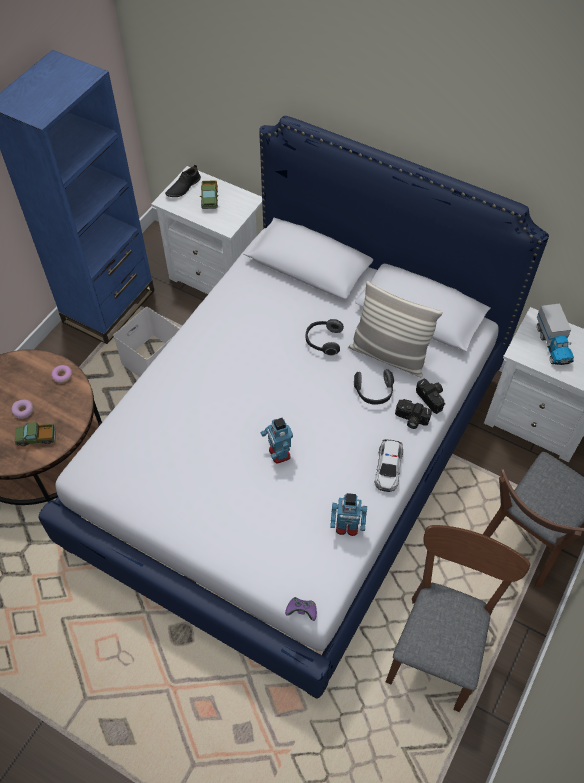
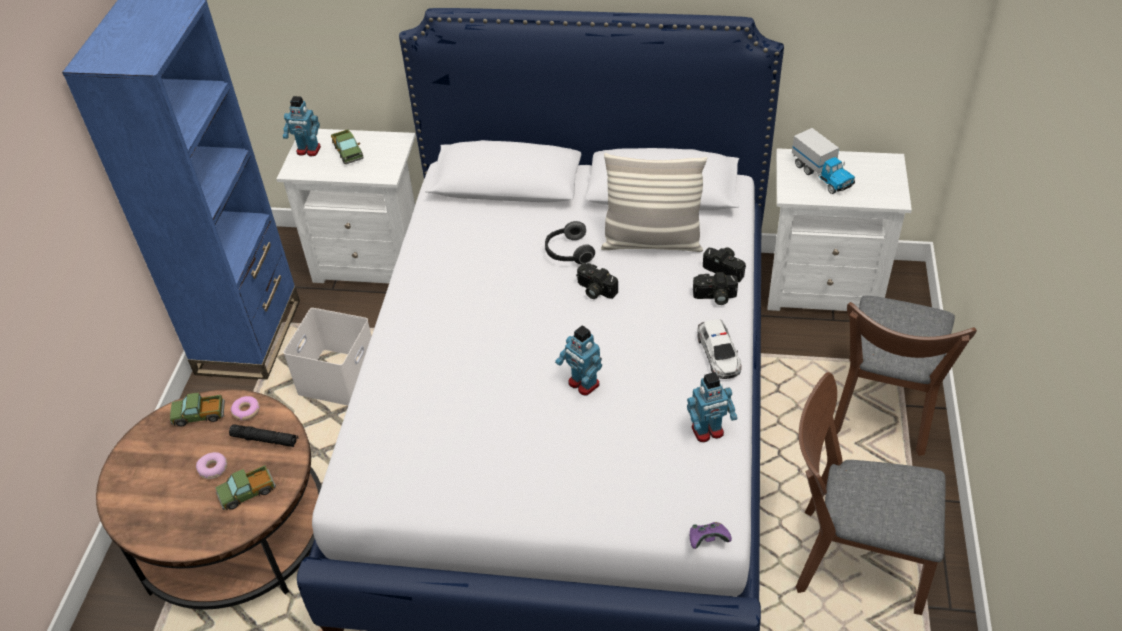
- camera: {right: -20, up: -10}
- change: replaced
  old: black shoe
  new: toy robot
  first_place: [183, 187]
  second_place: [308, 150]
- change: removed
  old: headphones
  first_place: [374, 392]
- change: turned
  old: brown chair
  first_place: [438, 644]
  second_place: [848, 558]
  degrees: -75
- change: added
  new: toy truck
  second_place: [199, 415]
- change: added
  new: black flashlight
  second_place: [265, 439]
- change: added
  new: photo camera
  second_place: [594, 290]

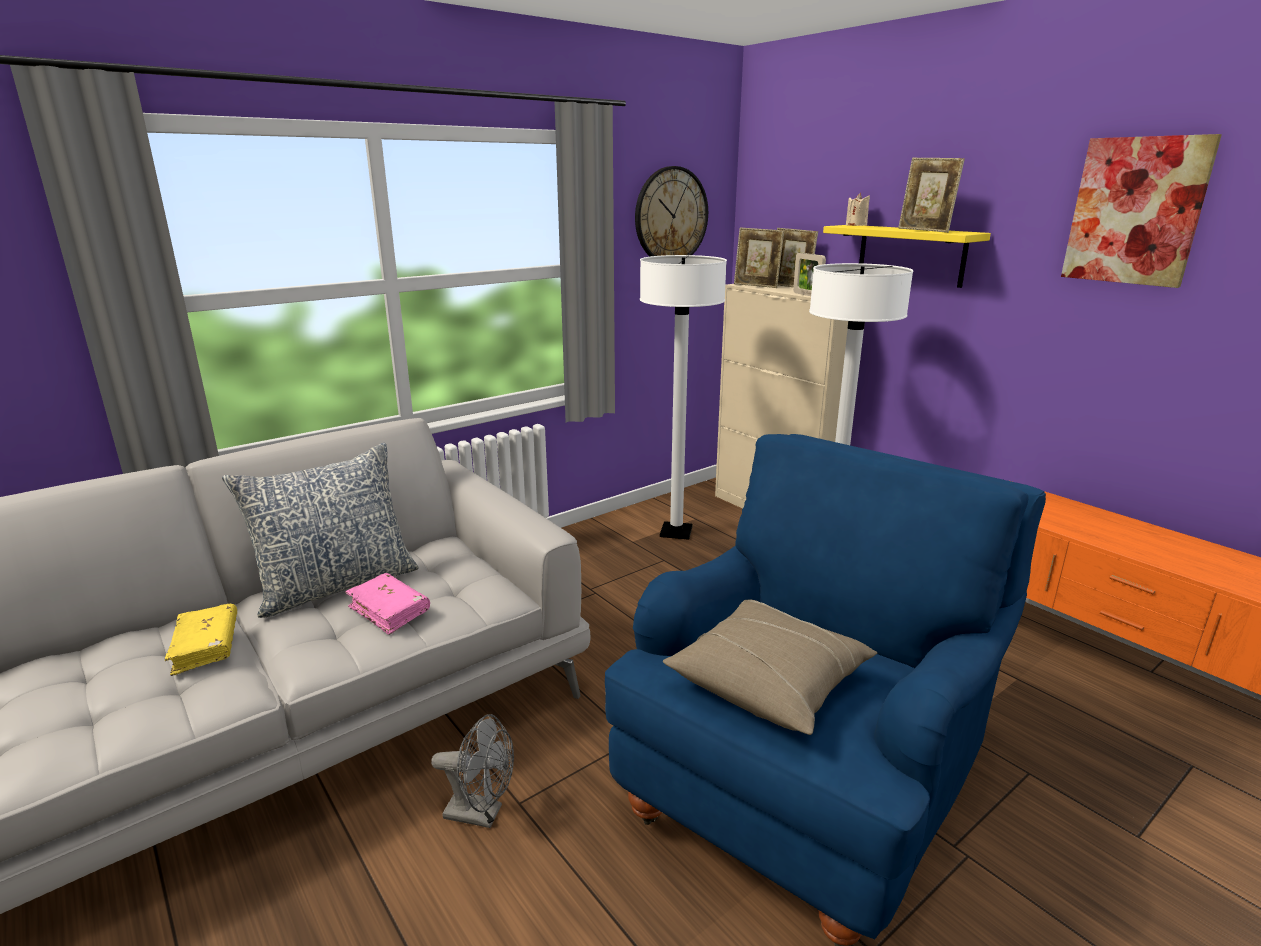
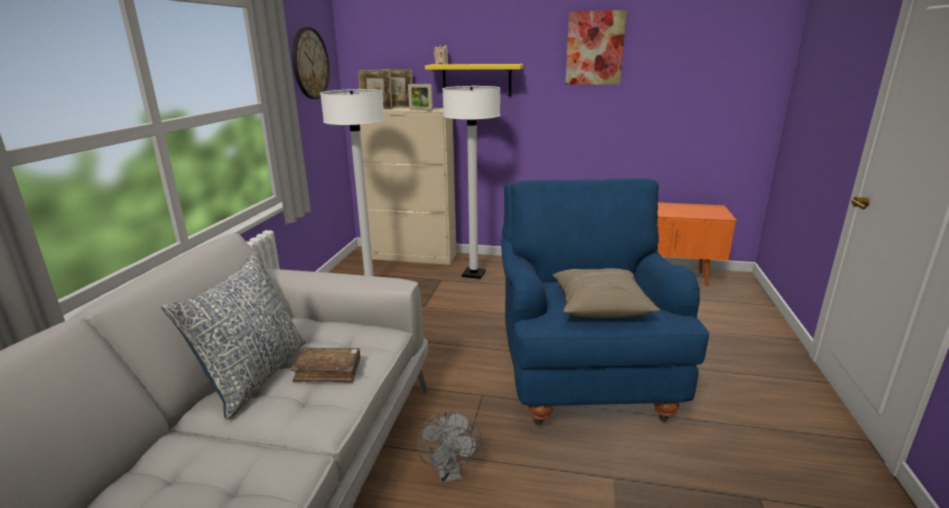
- camera: {right: -40, up: 0}
- change: removed
  old: yellow book
  first_place: [206, 647]
- change: recoloured
  old: pink book
  new: brown book
  first_place: [389, 611]
  second_place: [328, 371]
- change: turned
  old: grey fan
  first_place: [481, 813]
  second_place: [450, 474]
  degrees: 105
- change: removed
  old: picture frame
  first_place: [924, 230]

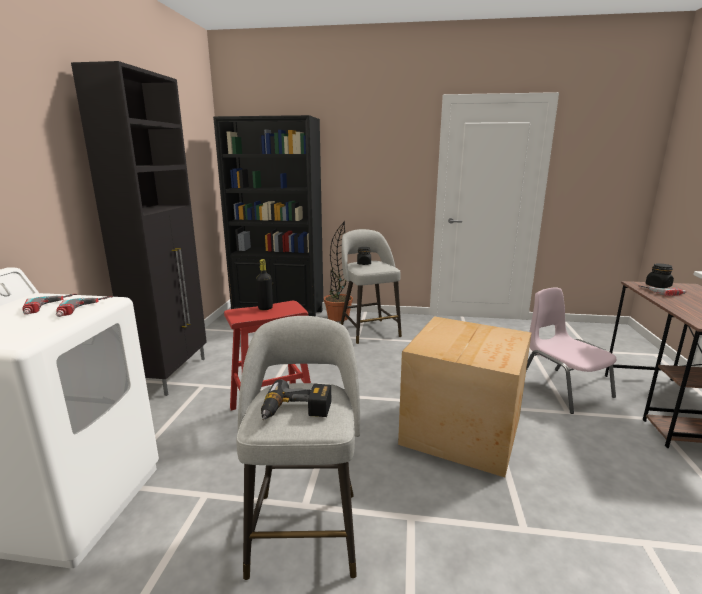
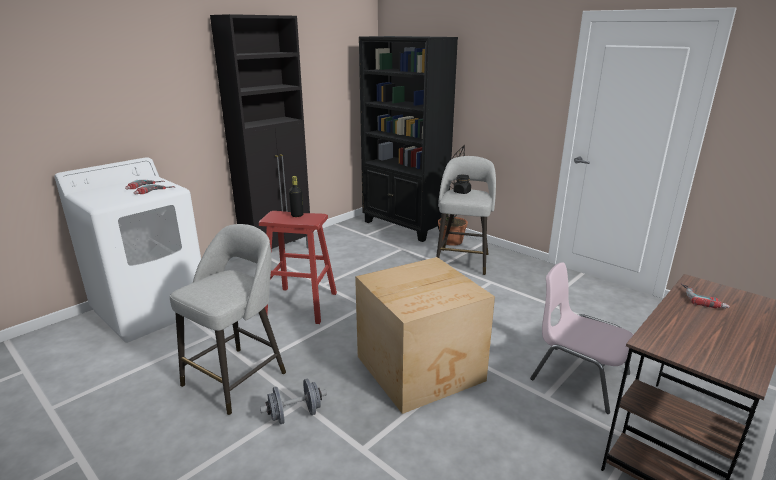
- camera: {right: 35, up: 5}
- change: removed
  old: power drill
  first_place: [296, 412]
- change: turned
  old: pink chair
  first_place: [563, 389]
  second_place: [578, 376]
  degrees: -60
- change: removed
  old: black jar
  first_place: [658, 286]
- change: added
  new: grey dumbbell
  second_place: [295, 414]

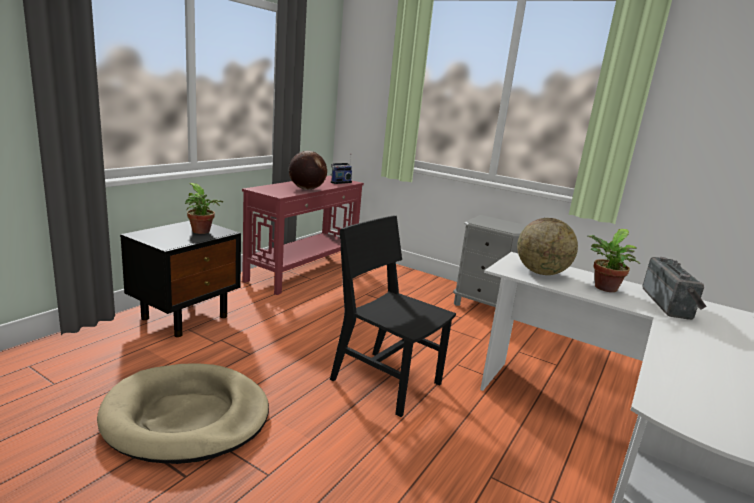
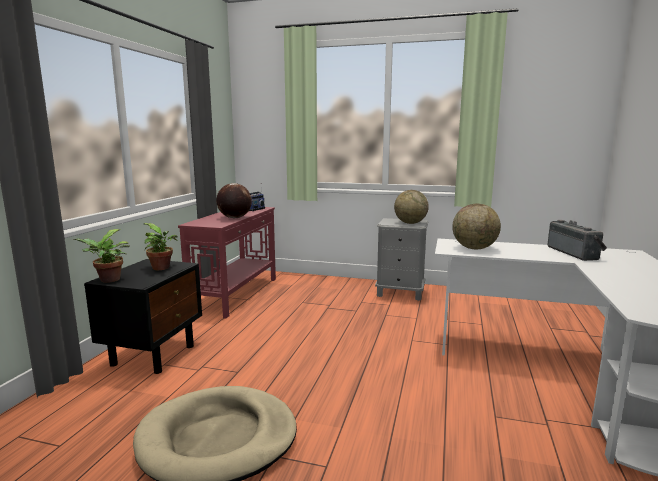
- camera: {right: -15, up: -5}
- change: removed
  old: black chair
  first_place: [386, 381]
- change: moved
  old: potted plant
  first_place: [604, 288]
  second_place: [107, 280]
- change: added
  new: globe
  second_place: [410, 223]

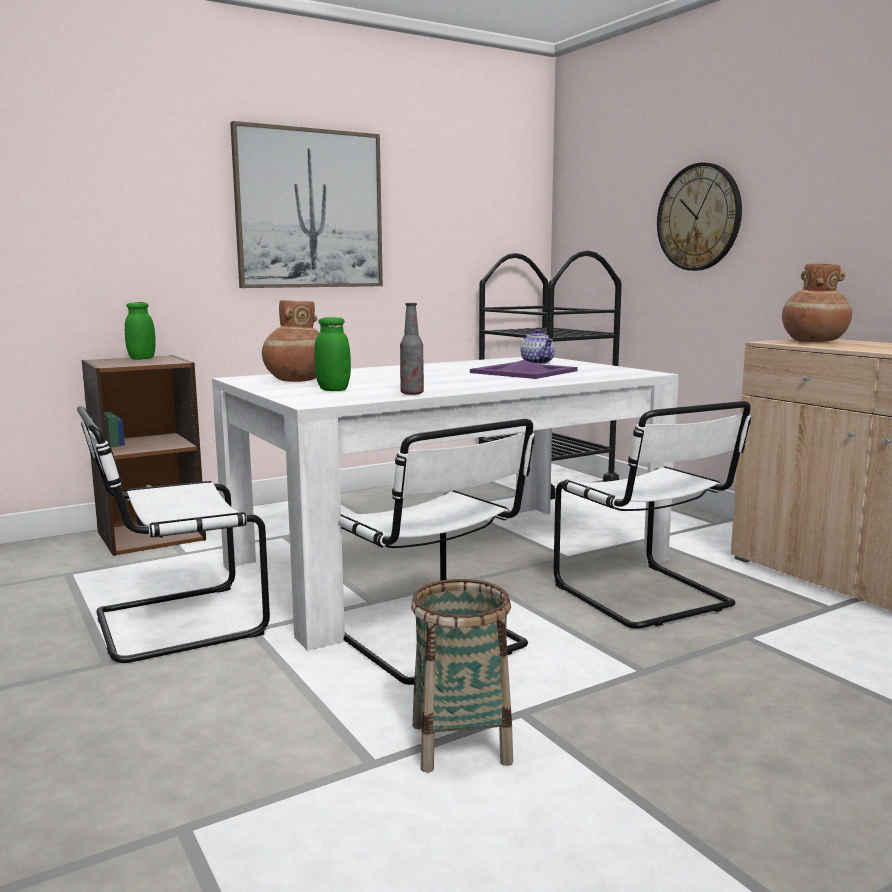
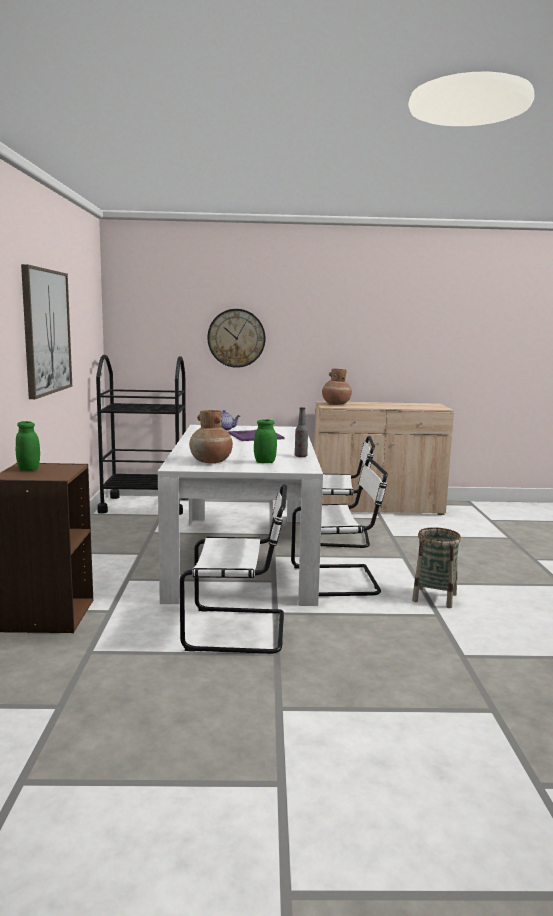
- camera: {right: -60, up: 0}
- change: turned
  old: white chair
  first_place: [172, 624]
  second_place: [240, 630]
  degrees: -90

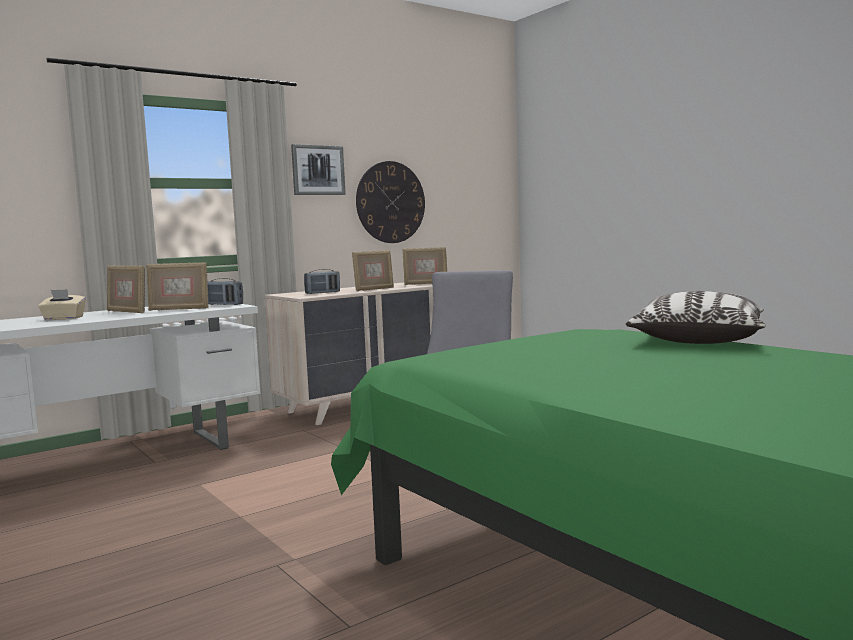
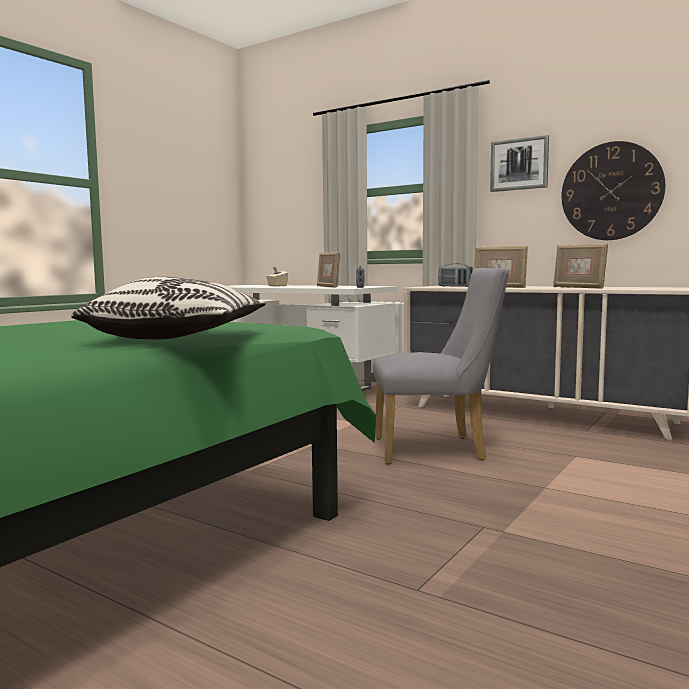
- camera: {right: 70, up: 0}
- change: removed
  old: picture frame
  first_place: [127, 312]

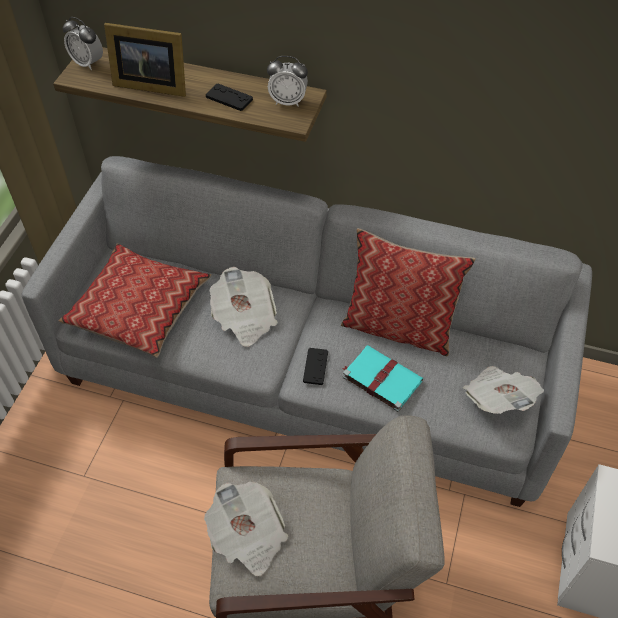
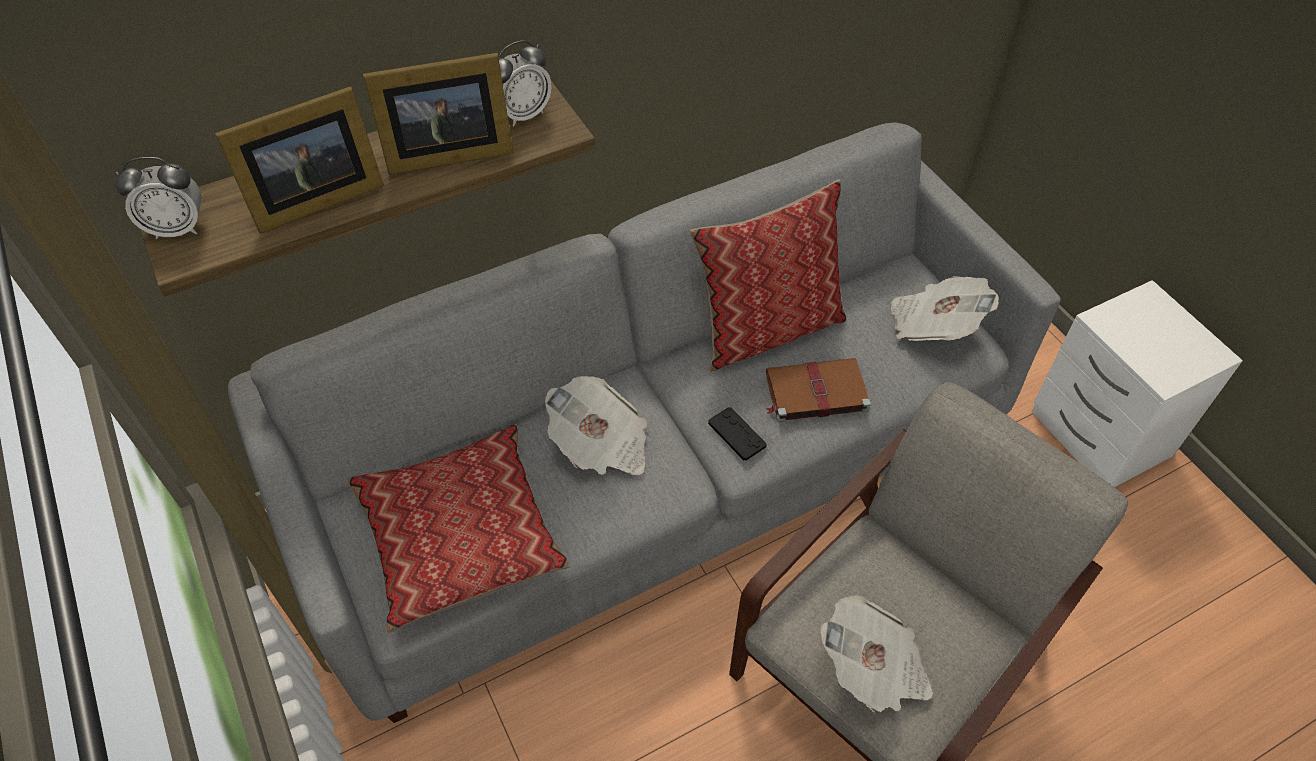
- camera: {right: -45, up: 0}
- change: replaced
  old: black game controller
  new: picture frame
  first_place: [229, 98]
  second_place: [445, 153]
- change: recoloured
  old: turquoise book
  new: brown book
  first_place: [381, 378]
  second_place: [814, 392]

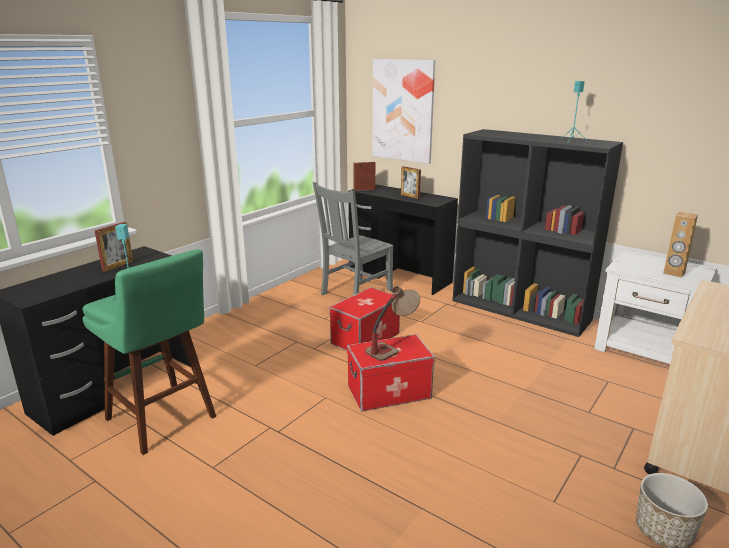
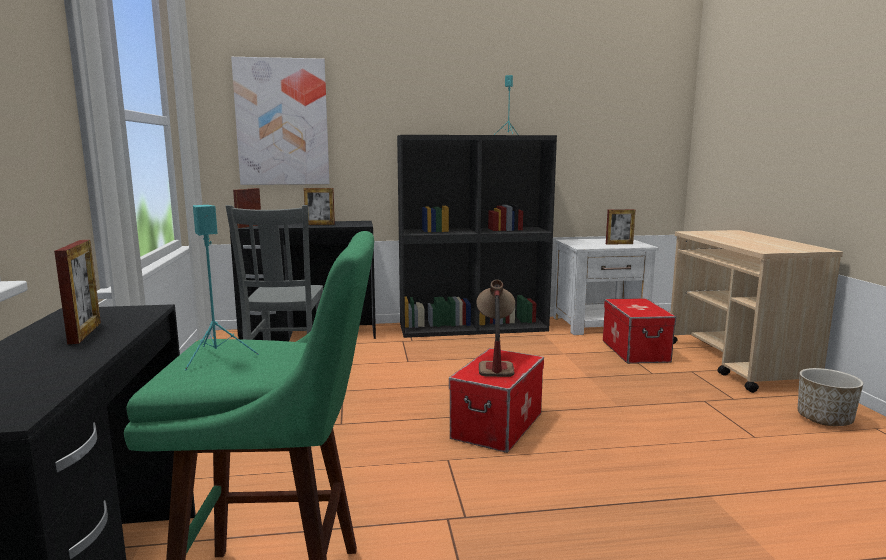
- camera: {right: -45, up: -10}
- change: moved
  old: storage box
  first_place: [365, 338]
  second_place: [635, 351]
- change: replaced
  old: brown speaker
  new: picture frame
  first_place: [674, 273]
  second_place: [619, 244]

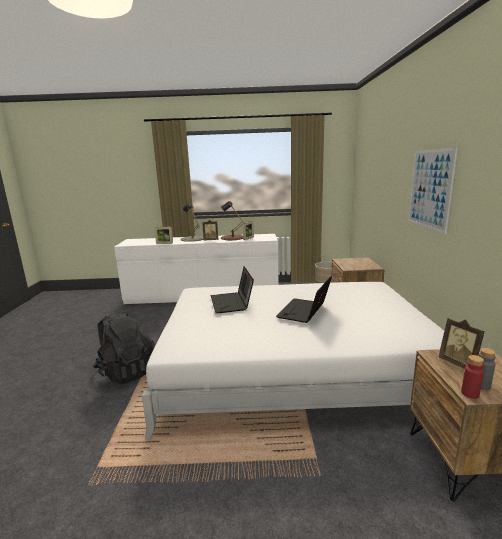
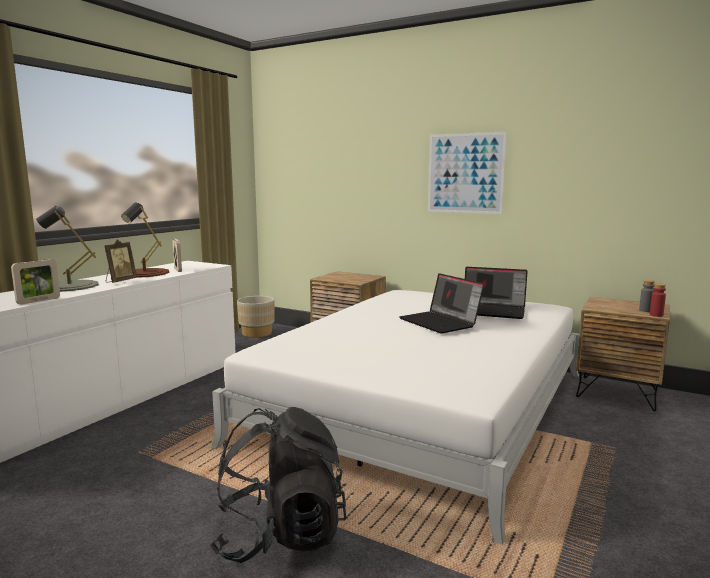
- camera: {right: -60, up: -5}
- change: moved
  old: laptop
  first_place: [232, 303]
  second_place: [493, 311]
- change: removed
  old: picture frame
  first_place: [459, 364]

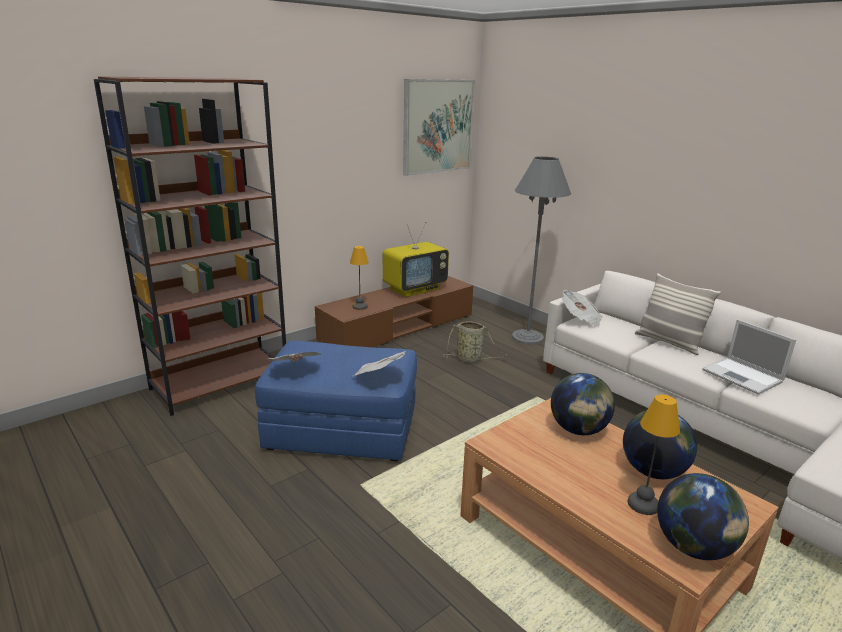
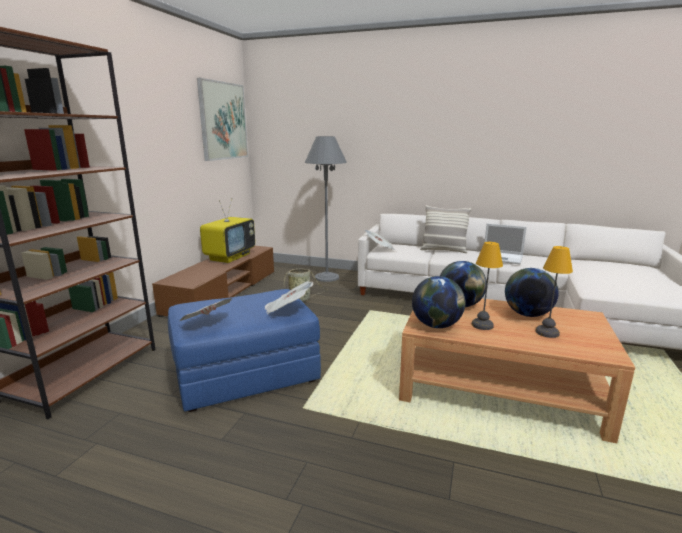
- camera: {right: -30, up: -5}
- change: moved
  old: table lamp
  first_place: [359, 307]
  second_place: [482, 325]
- change: moved
  old: globe
  first_place: [694, 547]
  second_place: [436, 325]

